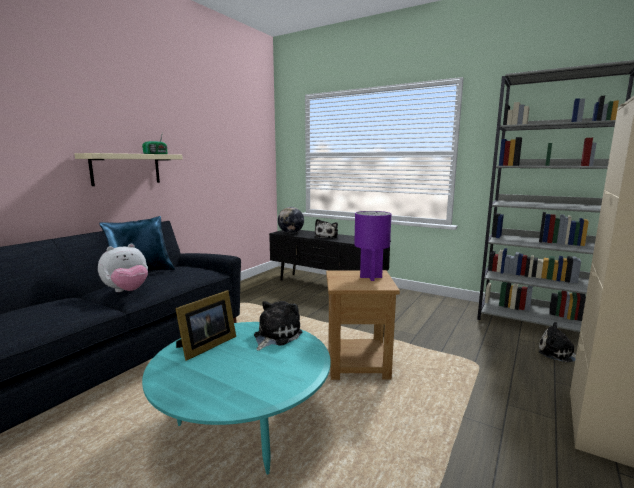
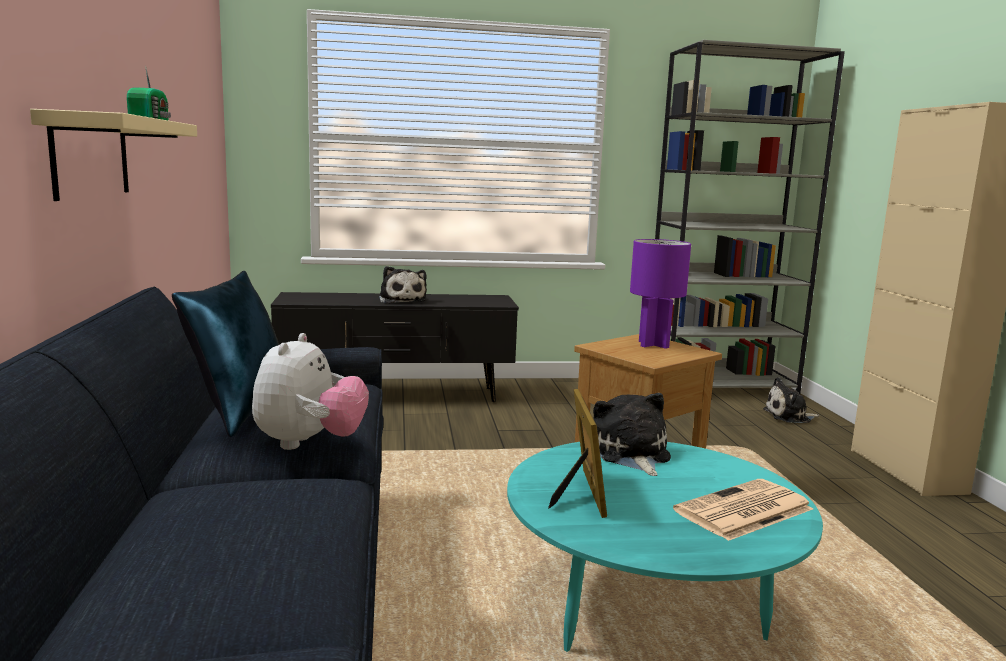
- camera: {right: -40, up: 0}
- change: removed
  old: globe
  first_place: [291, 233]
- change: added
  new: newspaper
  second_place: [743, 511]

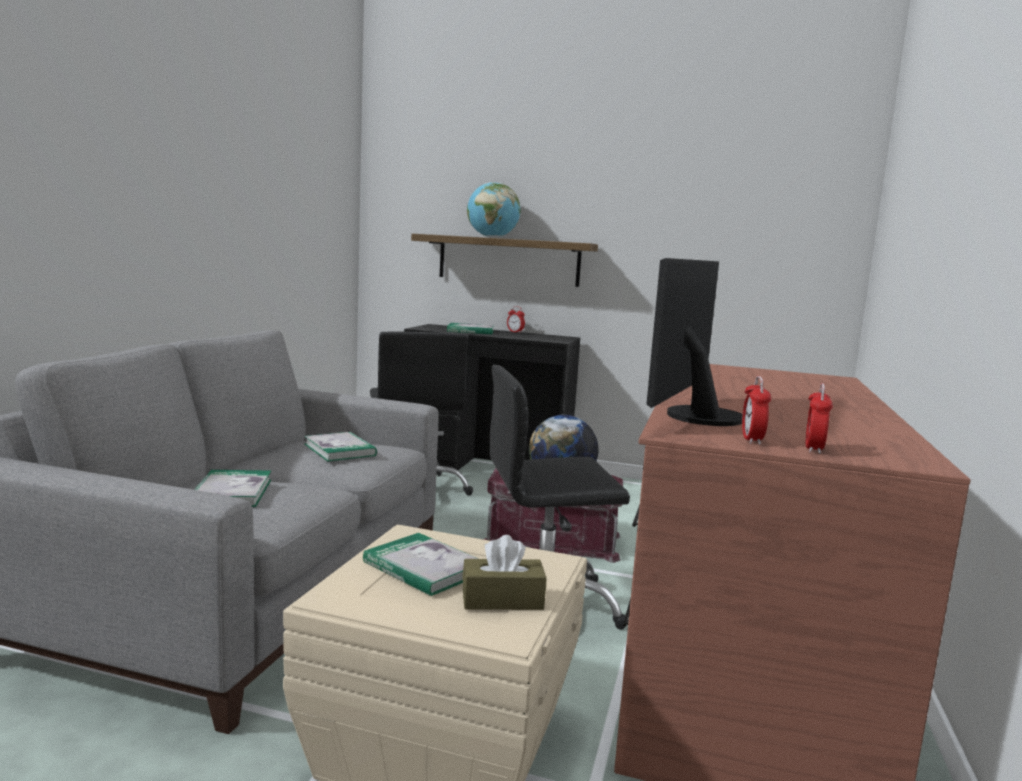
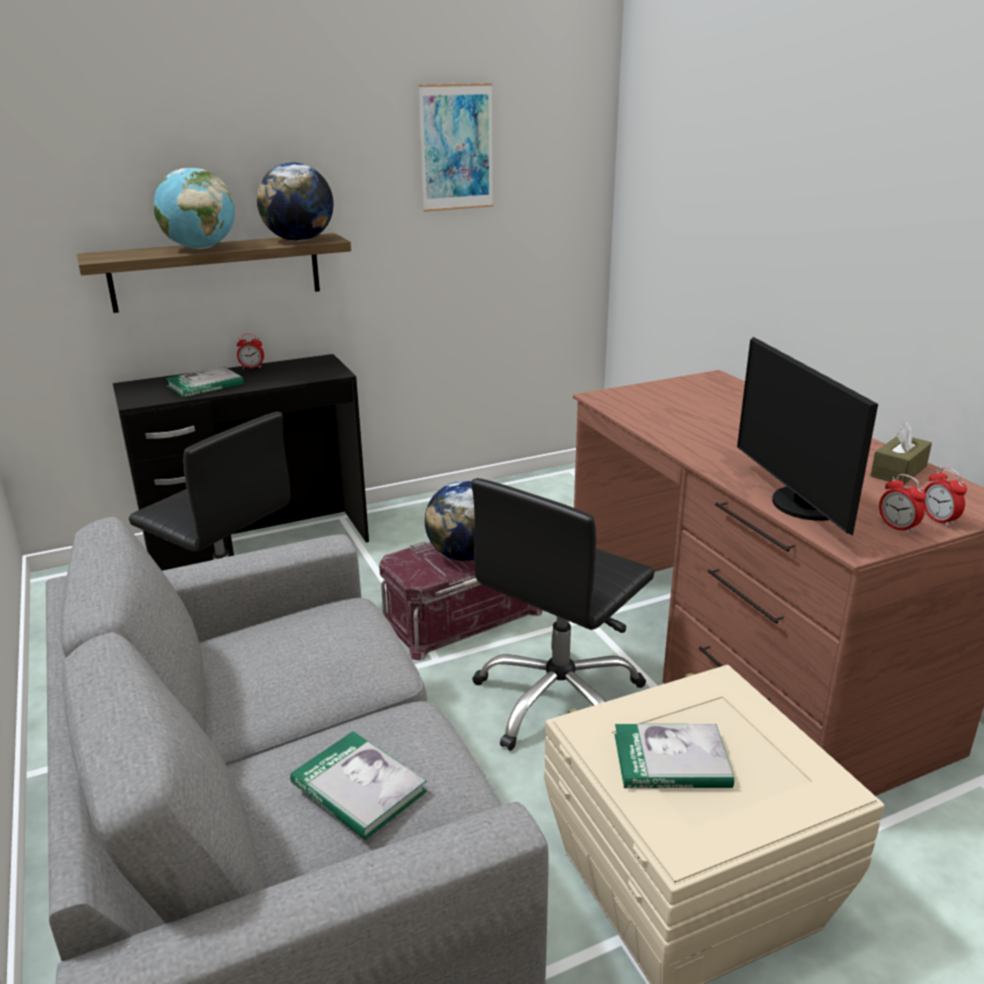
- camera: {right: -40, up: 15}
- change: removed
  old: book
  first_place: [339, 450]
- change: moved
  old: brown tissue box
  first_place: [502, 599]
  second_place: [898, 471]
- change: added
  new: globe
  second_place: [299, 240]
- change: added
  new: picture
  second_place: [456, 148]

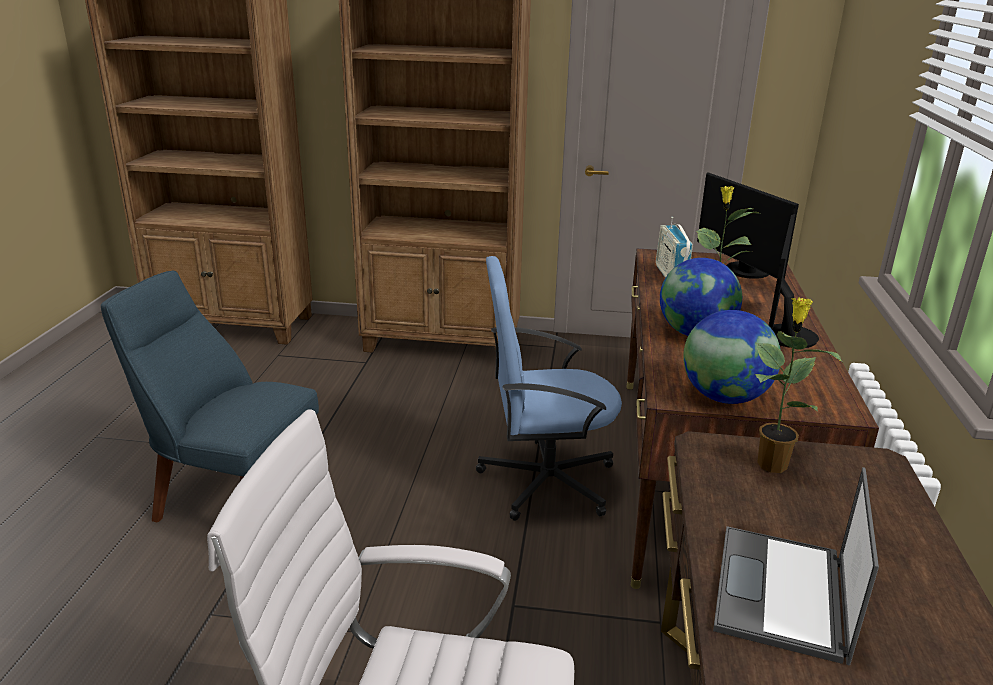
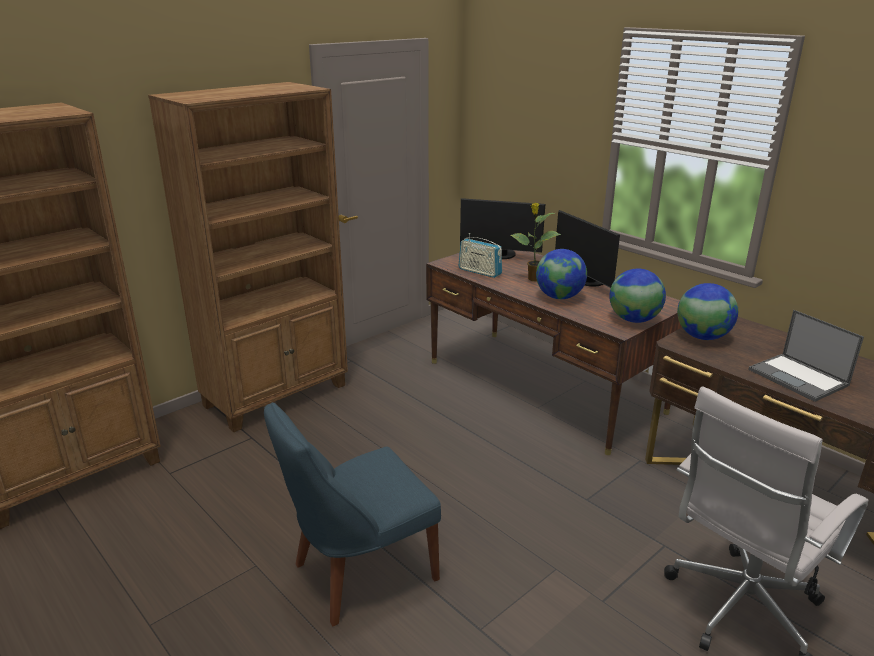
- camera: {right: -50, up: 0}
- change: removed
  old: blue office chair
  first_place: [545, 481]
- change: replaced
  old: potted plant
  new: globe
  first_place: [771, 463]
  second_place: [702, 337]

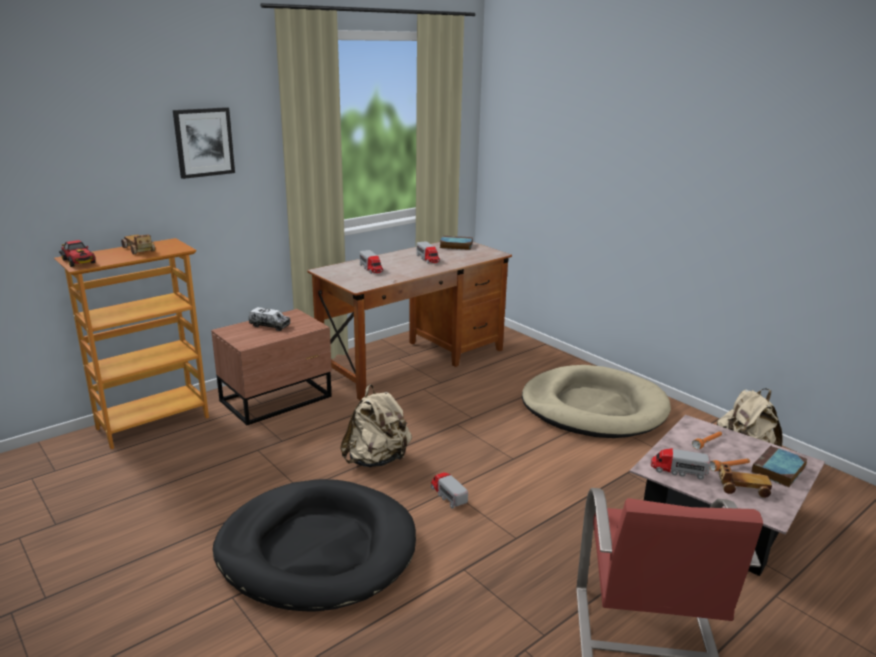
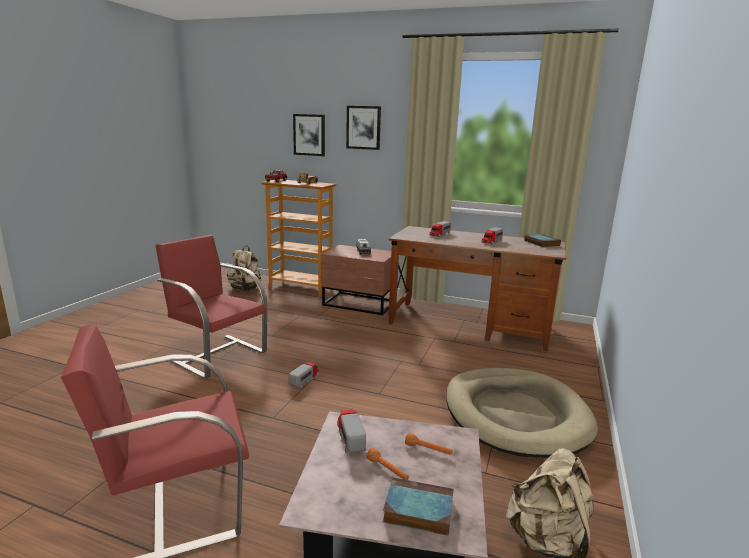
- camera: {right: 60, up: -5}
- change: replaced
  old: black dog bed
  new: red chair
  first_place: [317, 549]
  second_place: [217, 355]
- change: moved
  old: beige backpack
  first_place: [377, 460]
  second_place: [245, 289]
- change: removed
  old: toy car
  first_place: [742, 488]
- change: added
  new: picture
  second_place: [309, 135]

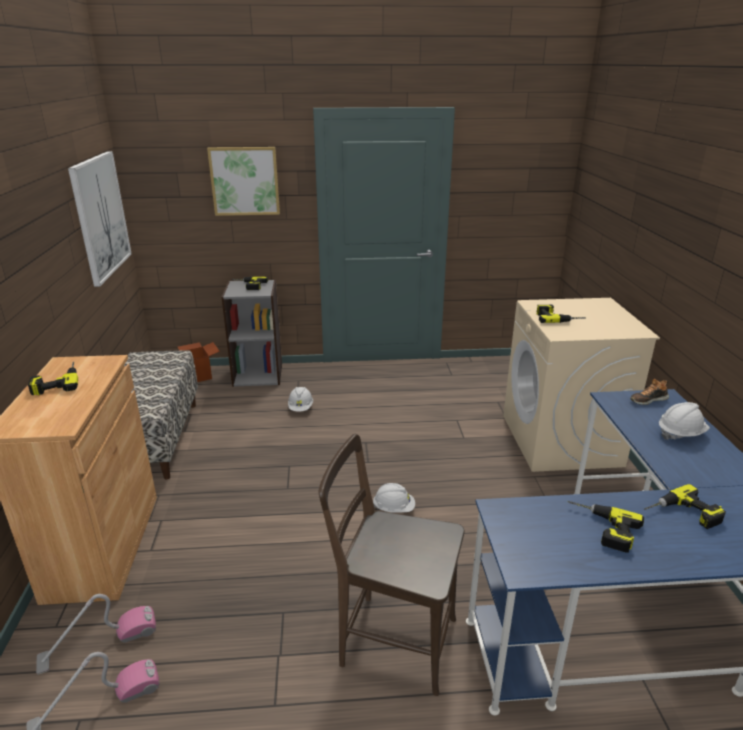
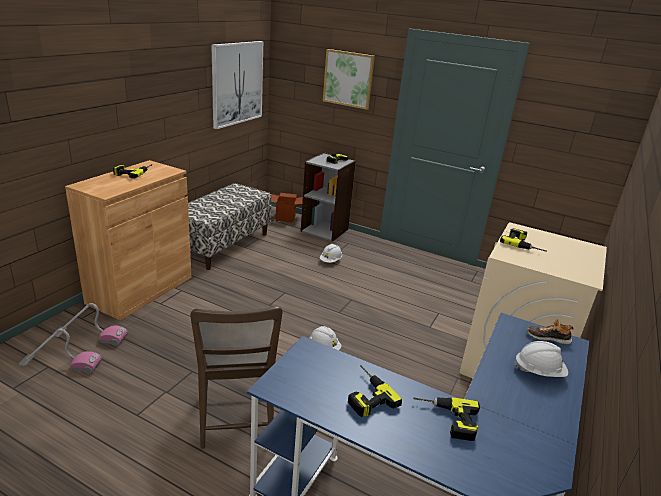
- camera: {right: 30, up: 0}
- change: turned
  old: brown chair
  first_place: [392, 639]
  second_place: [236, 420]
  degrees: -150

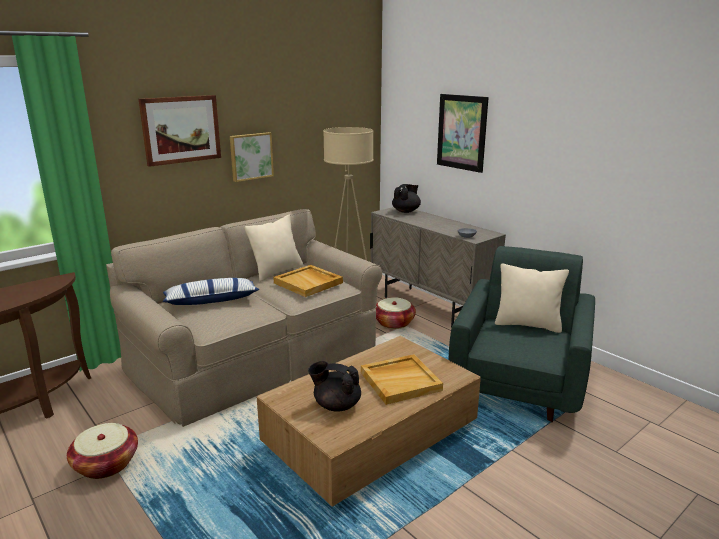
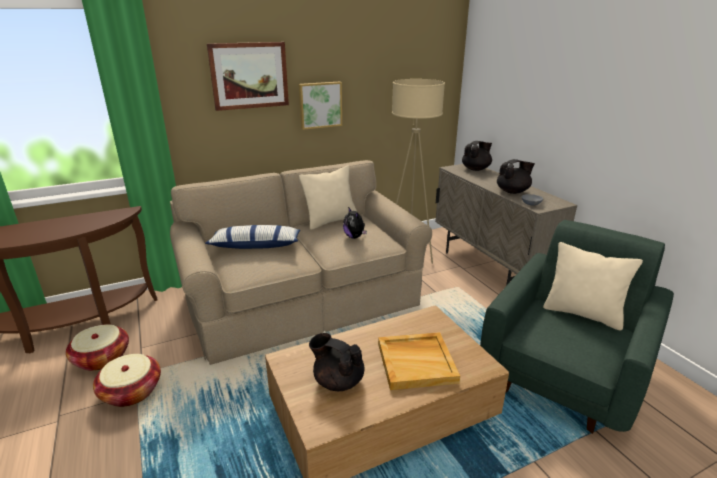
- camera: {right: 15, up: 5}
- change: replaced
  old: beige tray
  new: plush toy
  first_place: [309, 283]
  second_place: [355, 237]
- change: moved
  old: basket
  first_place: [394, 323]
  second_place: [102, 358]
- change: removed
  old: picture
  first_place: [461, 132]
- change: added
  new: black teapot
  second_place: [513, 191]

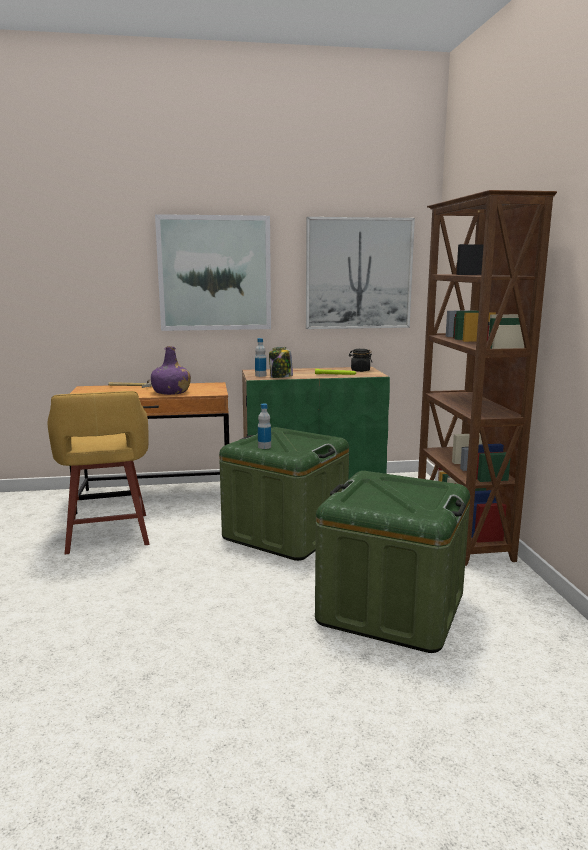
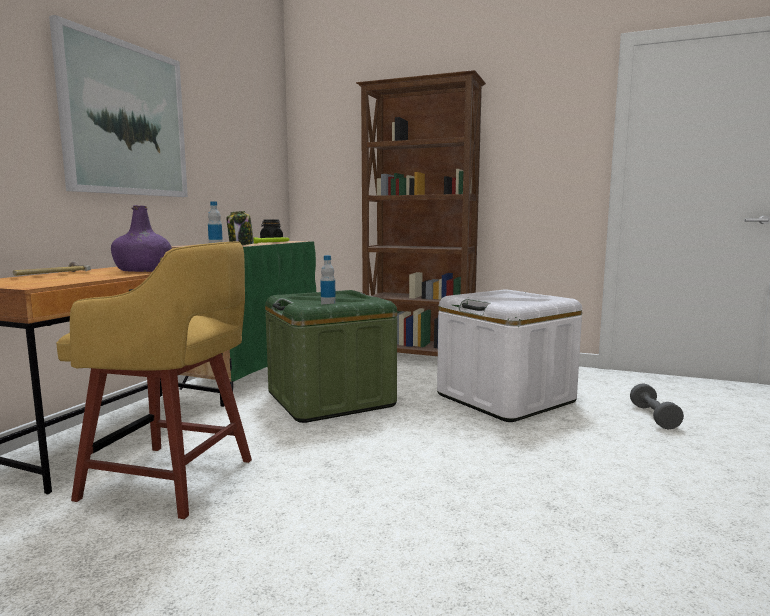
- camera: {right: -60, up: -5}
- change: removed
  old: picture
  first_place: [358, 274]
- change: recoloured
  old: green storage box
  new: white storage box
  first_place: [391, 608]
  second_place: [505, 398]
- change: added
  new: grey dumbbell
  second_place: [654, 417]

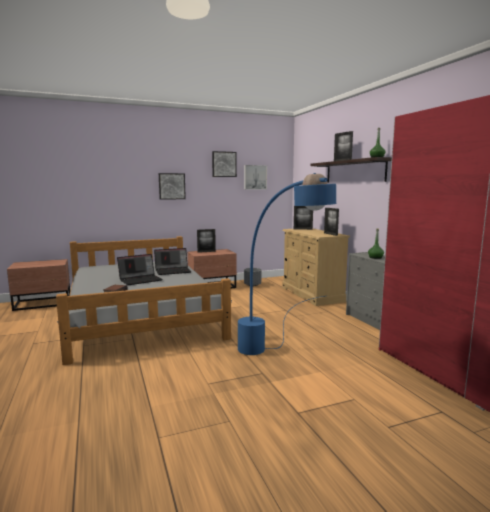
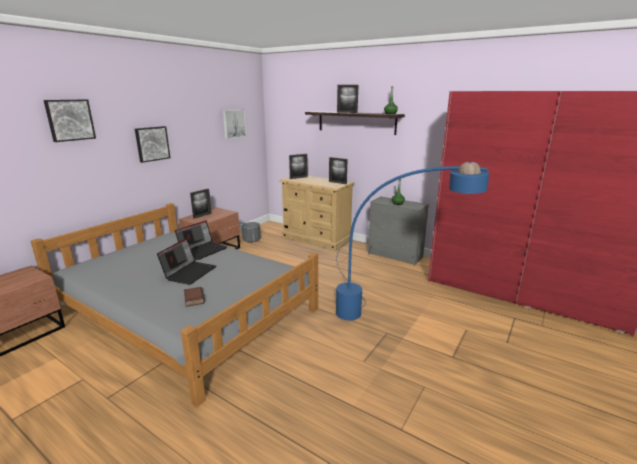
- camera: {right: -35, up: 10}
- change: moved
  old: picture
  first_place: [224, 164]
  second_place: [70, 120]

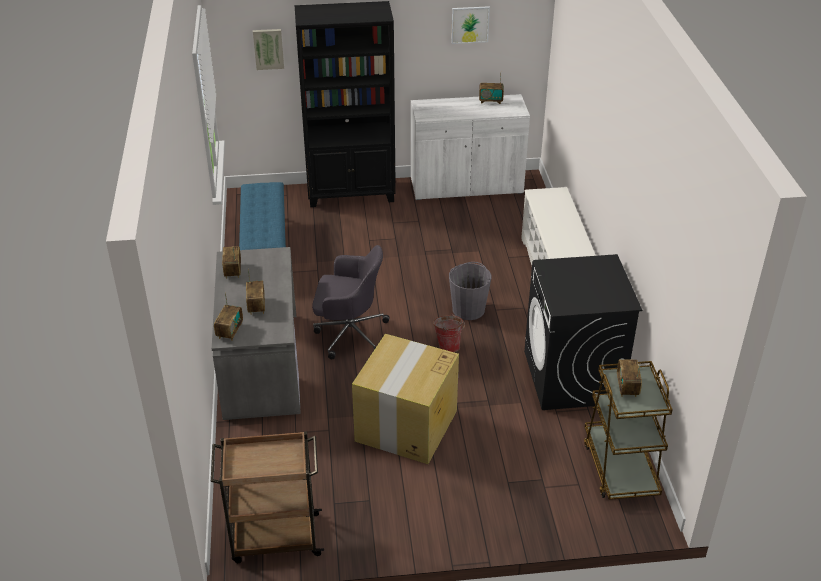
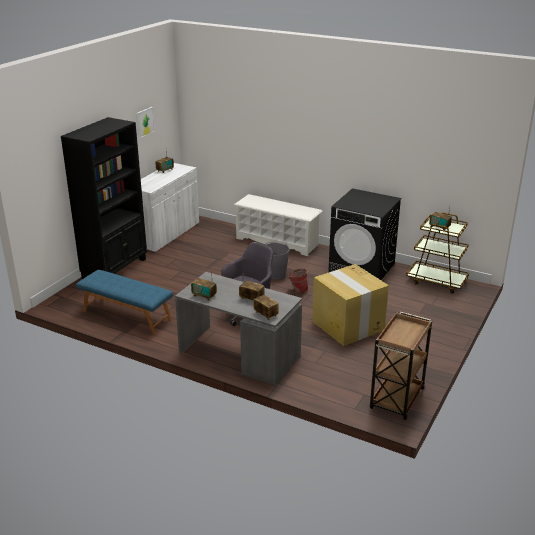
- camera: {right: -55, up: -10}
- change: removed
  old: picture
  first_place: [268, 48]

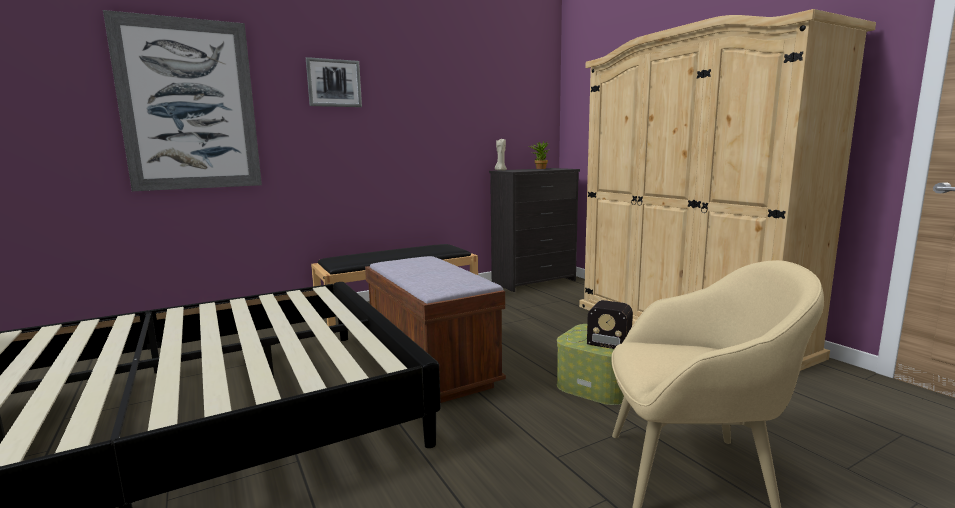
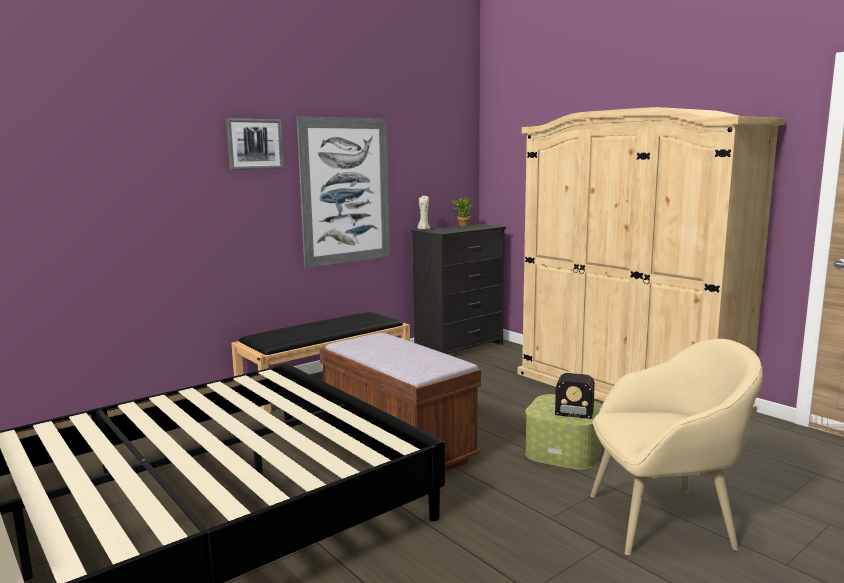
- camera: {right: -10, up: 0}
- change: moved
  old: picture
  first_place: [189, 105]
  second_place: [345, 191]

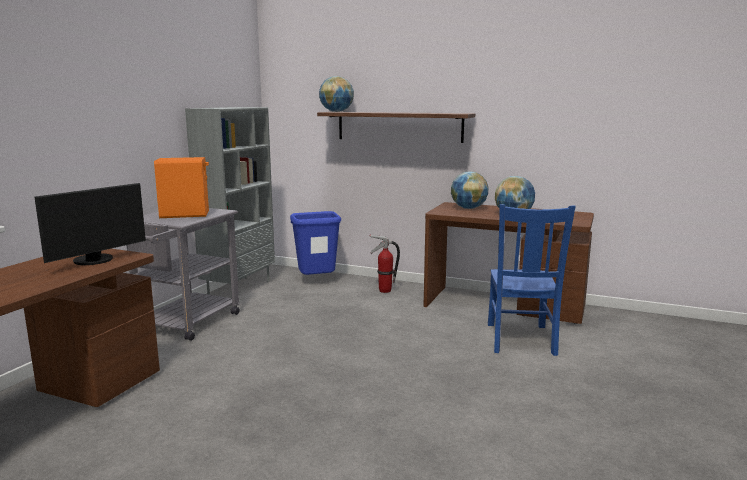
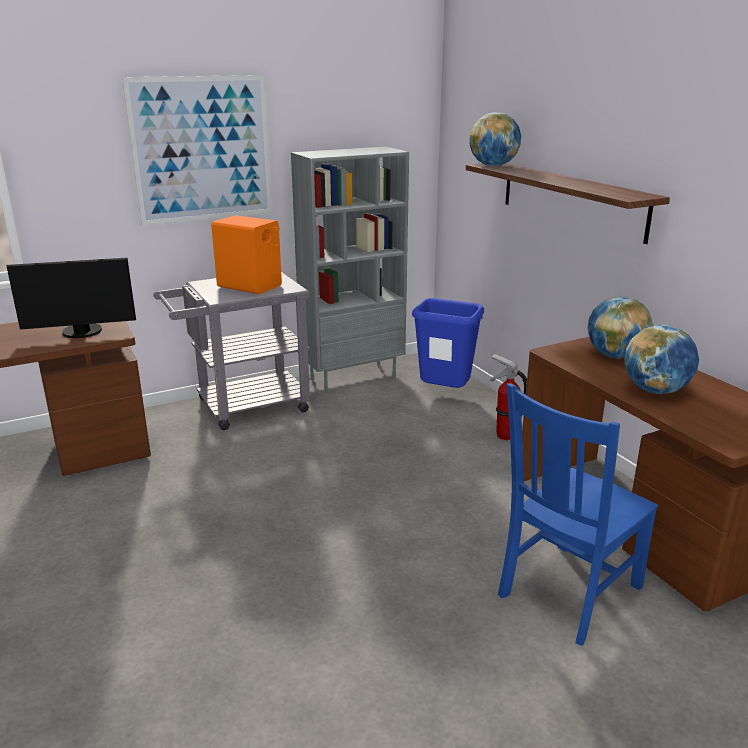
- camera: {right: 40, up: 10}
- change: added
  new: picture
  second_place: [202, 150]

